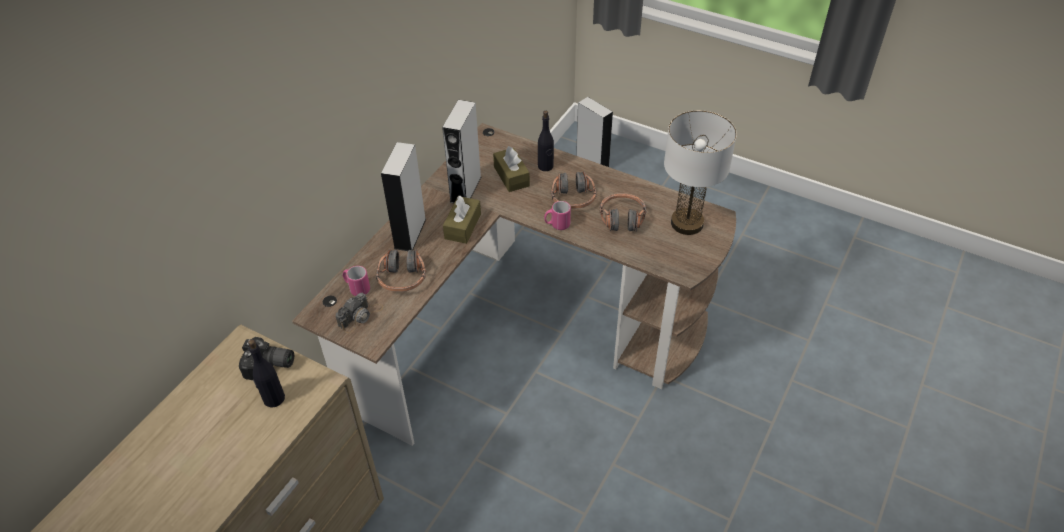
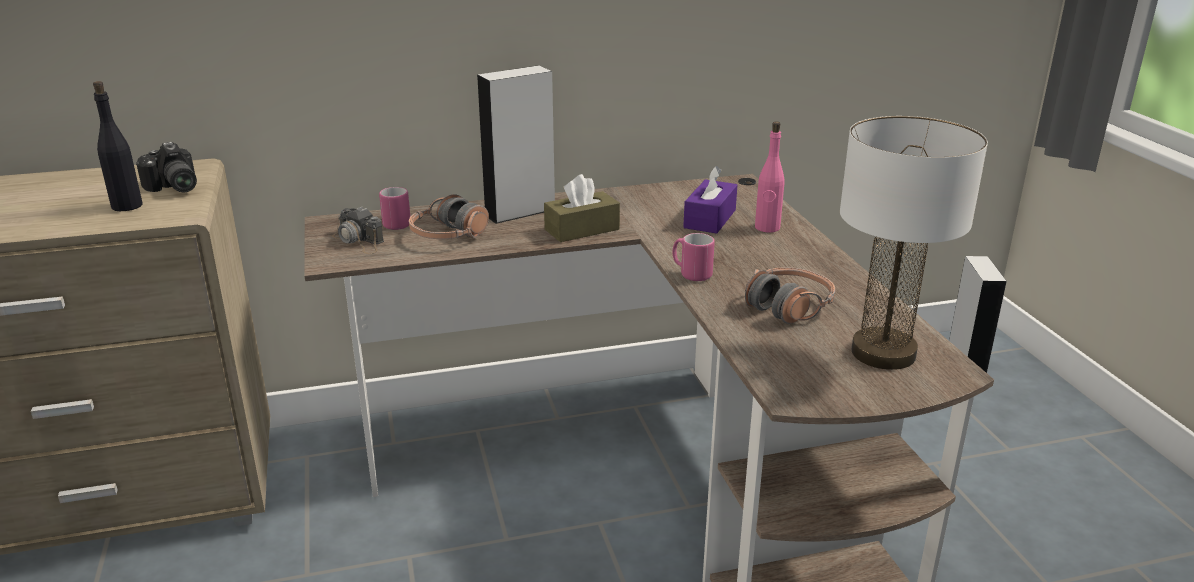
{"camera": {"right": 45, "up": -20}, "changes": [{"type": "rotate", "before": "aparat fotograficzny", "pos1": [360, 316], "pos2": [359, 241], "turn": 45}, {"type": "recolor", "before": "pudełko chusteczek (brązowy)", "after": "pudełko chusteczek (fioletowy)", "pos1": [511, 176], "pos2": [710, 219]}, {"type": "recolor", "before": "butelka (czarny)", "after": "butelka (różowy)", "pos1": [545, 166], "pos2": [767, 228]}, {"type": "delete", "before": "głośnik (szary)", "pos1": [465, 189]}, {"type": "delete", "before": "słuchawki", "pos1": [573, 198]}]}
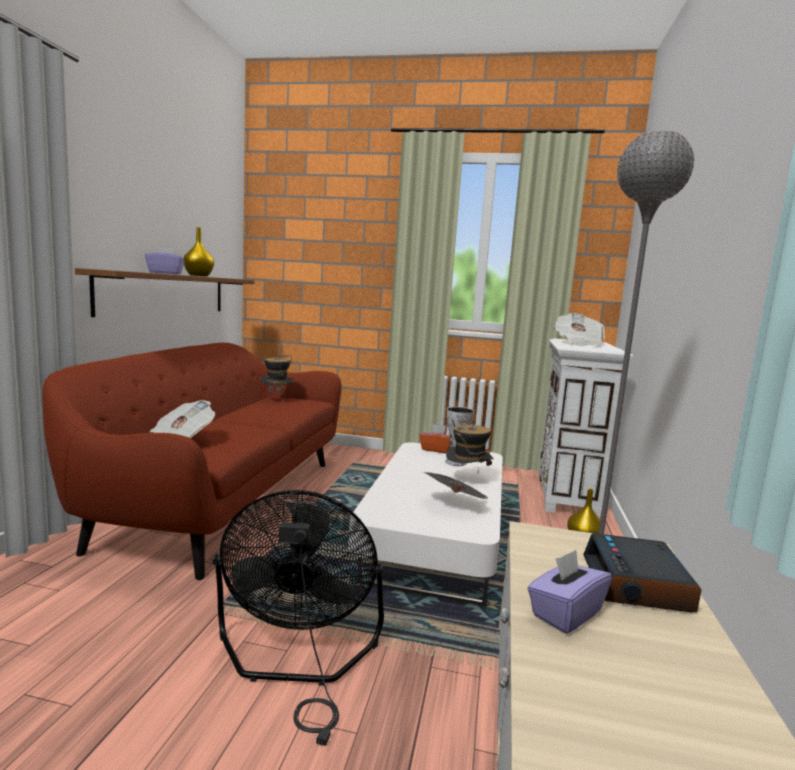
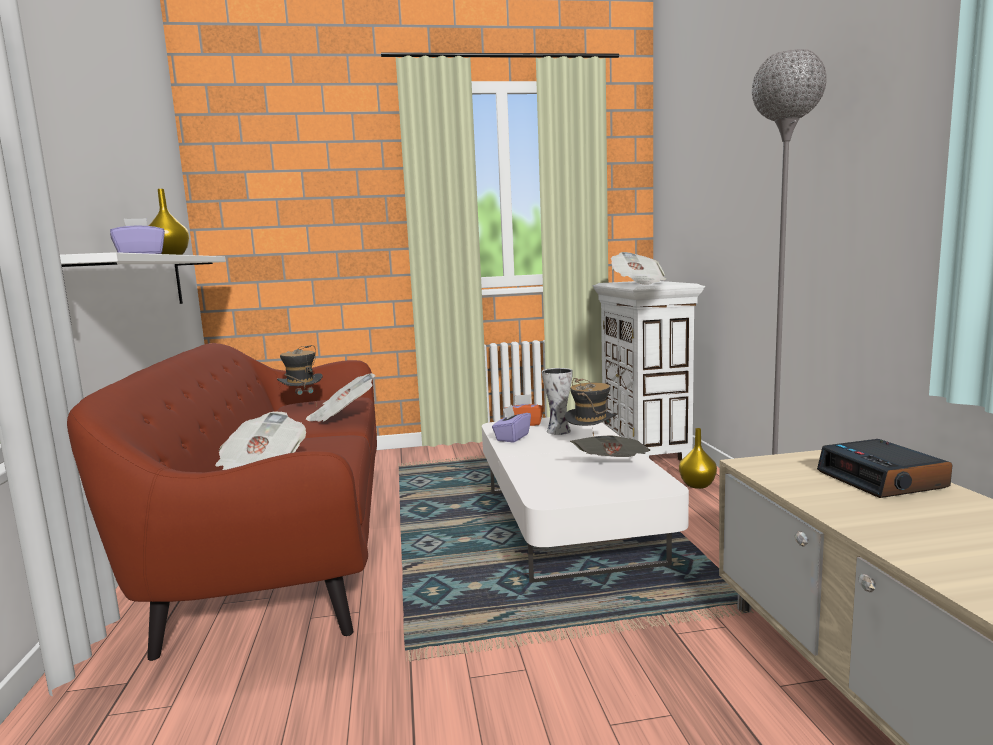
{"camera": {"right": -20, "up": 0}, "changes": [{"type": "recolor", "before": "półka (brązowy)", "after": "półka (biały)", "pos1": [166, 294], "pos2": [131, 285]}, {"type": "insert", "after": "gazeta", "pos2": [342, 416]}, {"type": "move", "before": "pudełko chusteczek (fioletowy)", "pos1": [565, 613], "pos2": [512, 437]}, {"type": "delete", "before": "wentylator (czarny)", "pos1": [298, 664]}]}
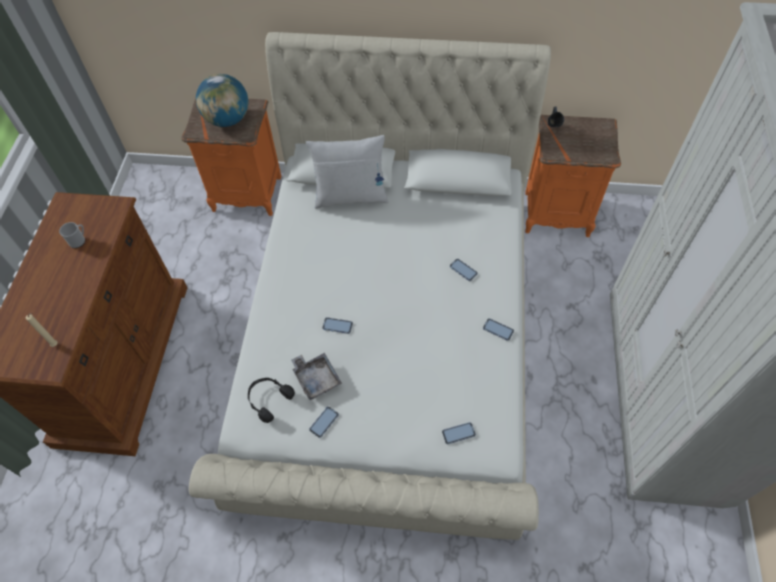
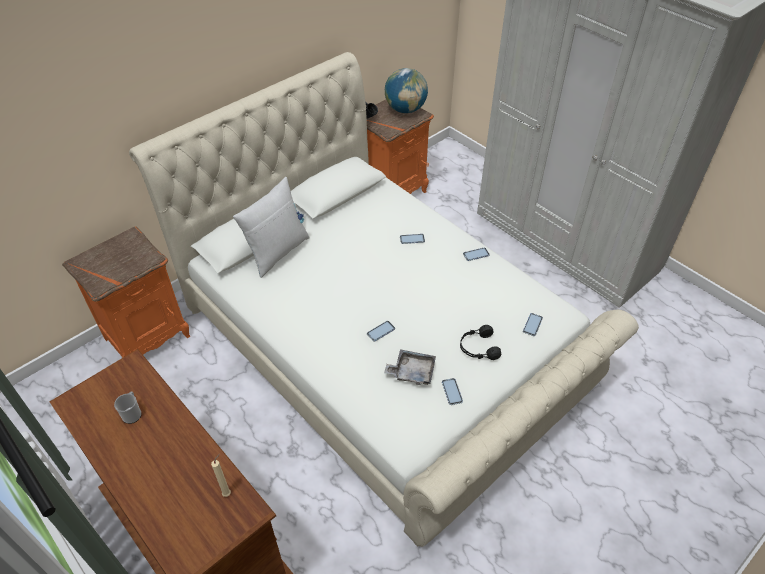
{"camera": {"right": -50, "up": -10}, "changes": [{"type": "move", "before": "globus", "pos1": [228, 119], "pos2": [405, 109]}, {"type": "move", "before": "słuchawki (czarny)", "pos1": [268, 399], "pos2": [478, 348]}]}
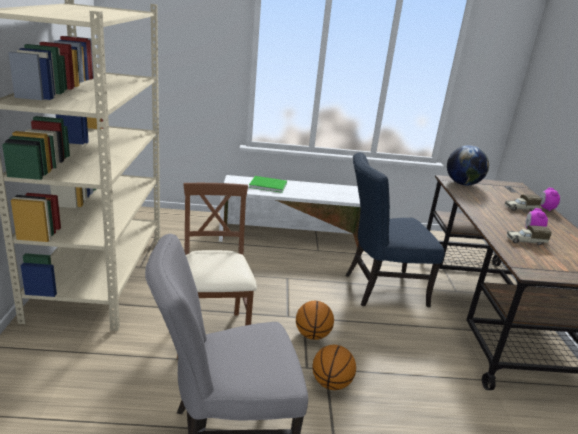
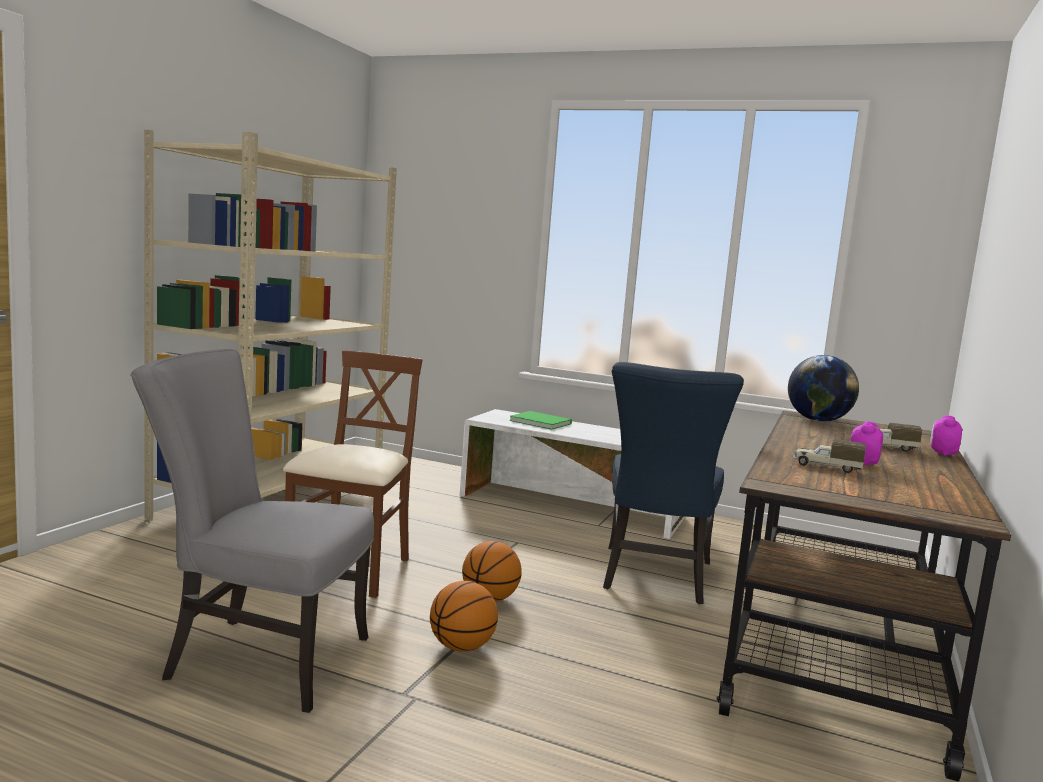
{"camera": {"right": 25, "up": -15}, "changes": [{"type": "rotate", "before": "krzesło (niebieski)", "pos1": [380, 289], "pos2": [655, 577], "turn": -90}]}
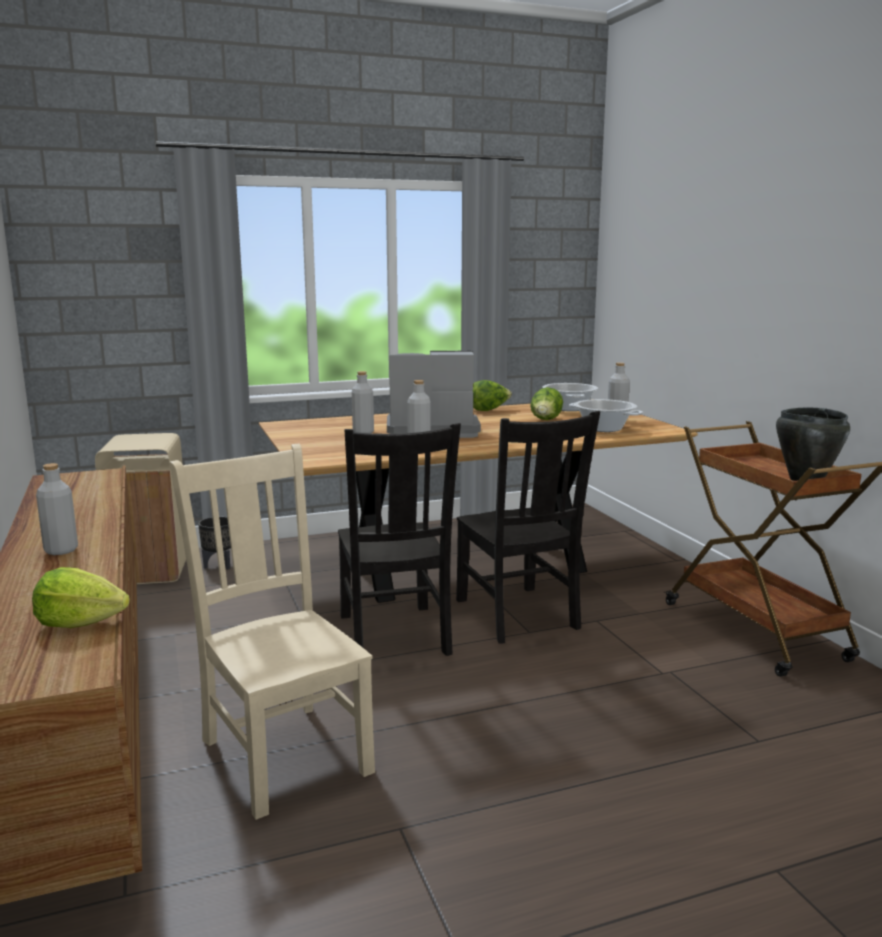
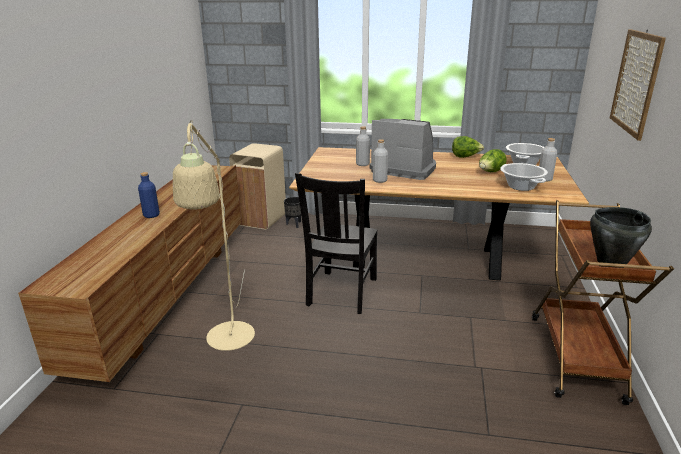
{"camera": {"right": 30, "up": 10}, "changes": [{"type": "recolor", "before": "butelka (szary)", "after": "butelka (niebieski)", "pos1": [61, 550], "pos2": [151, 215]}, {"type": "replace", "before": "krzesło (beżowy)", "after": "lampa stojąca (beżowy)", "pos1": [283, 753], "pos2": [229, 343]}, {"type": "insert", "after": "obraz", "pos2": [636, 80]}, {"type": "delete", "before": "sałata", "pos1": [80, 623]}, {"type": "delete", "before": "krzesło (czarny)", "pos1": [518, 616]}]}
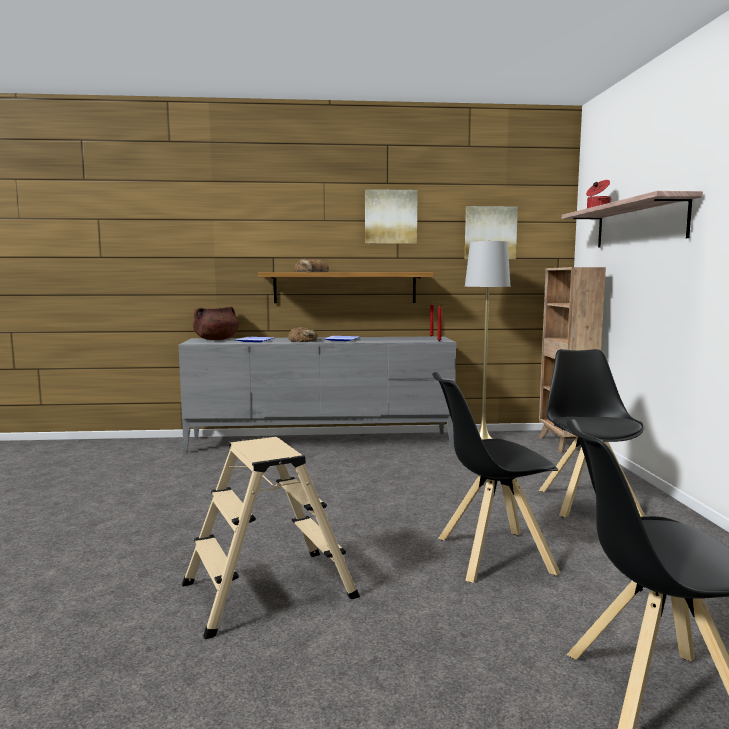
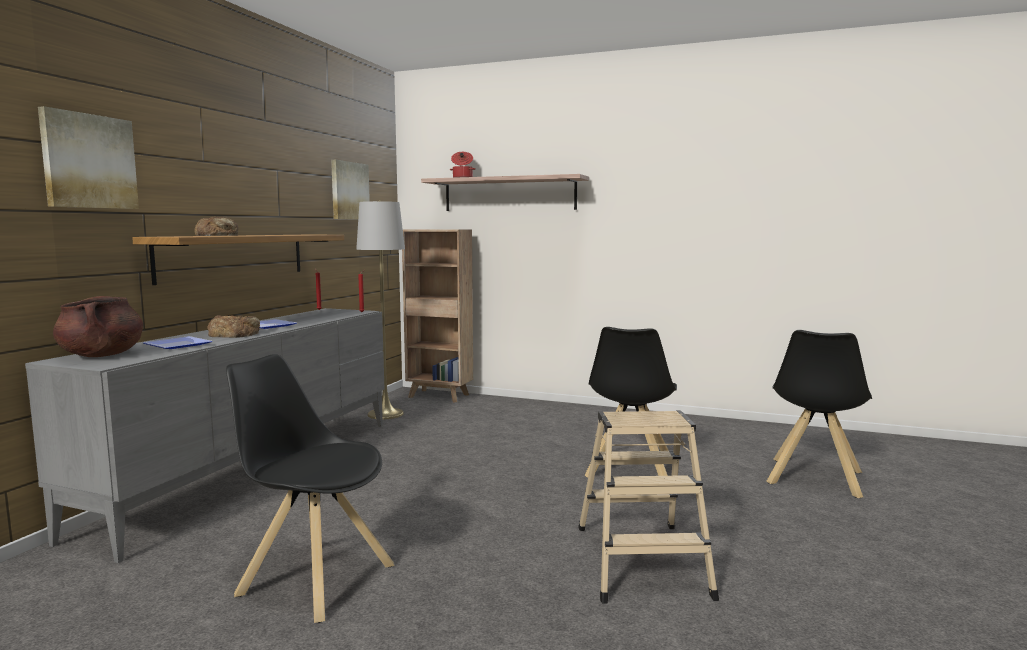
{"camera": {"right": -65, "up": 0}, "changes": [{"type": "move", "before": "obraz", "pos1": [390, 217], "pos2": [88, 161]}, {"type": "move", "before": "krzesło (czarny)", "pos1": [587, 501], "pos2": [314, 578]}]}
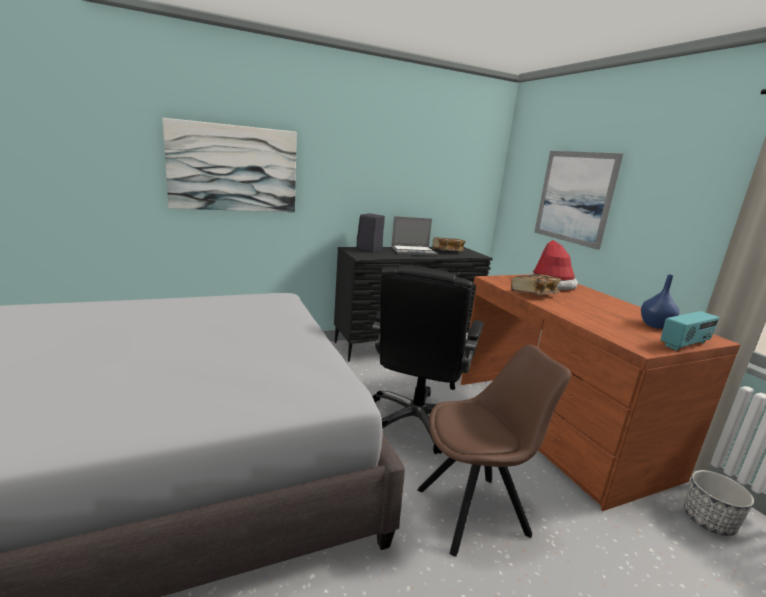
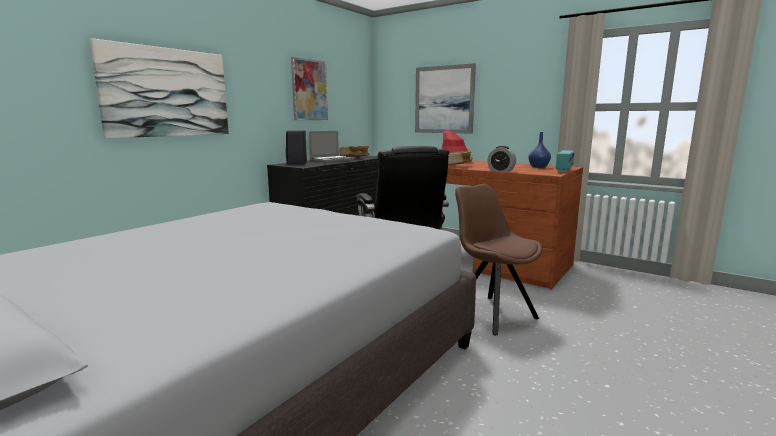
{"camera": {"right": -30, "up": -5}, "changes": [{"type": "insert", "after": "obraz", "pos2": [309, 90]}, {"type": "rotate", "before": "krzesło (brązowy)", "pos1": [473, 512], "pos2": [492, 314], "turn": -75}, {"type": "insert", "after": "budzik", "pos2": [501, 170]}, {"type": "delete", "before": "donica", "pos1": [708, 520]}]}
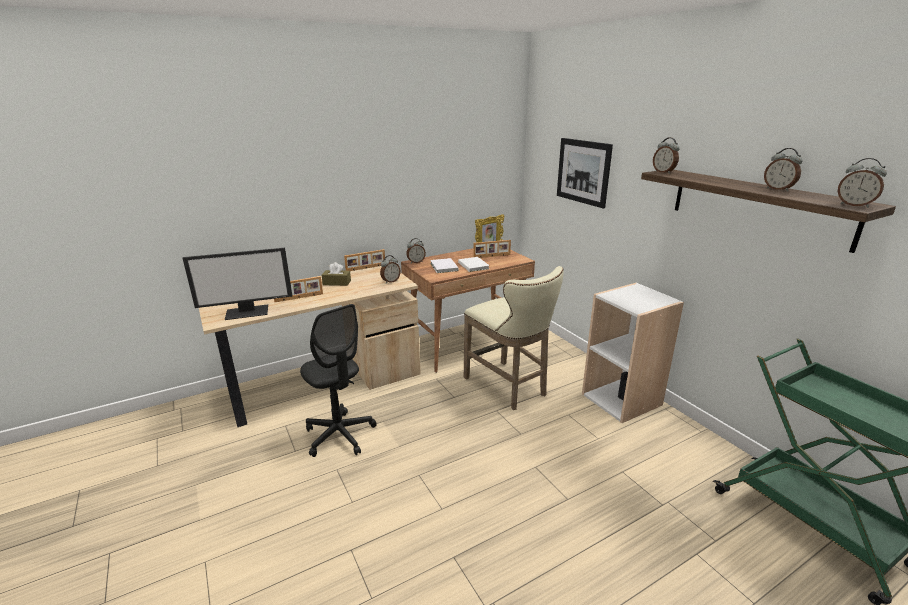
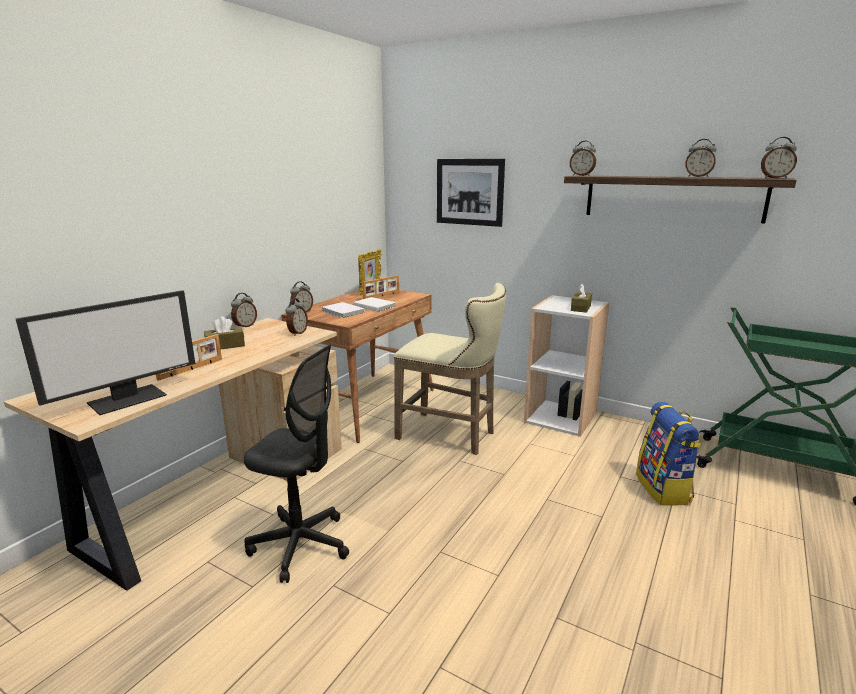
{"camera": {"right": -30, "up": -5}, "changes": [{"type": "replace", "before": "ramka na zdjęcie", "after": "budzik", "pos1": [366, 268], "pos2": [245, 326]}, {"type": "insert", "after": "pudełko chusteczek (brązowy)", "pos2": [580, 308]}, {"type": "insert", "after": "plecak", "pos2": [664, 489]}]}
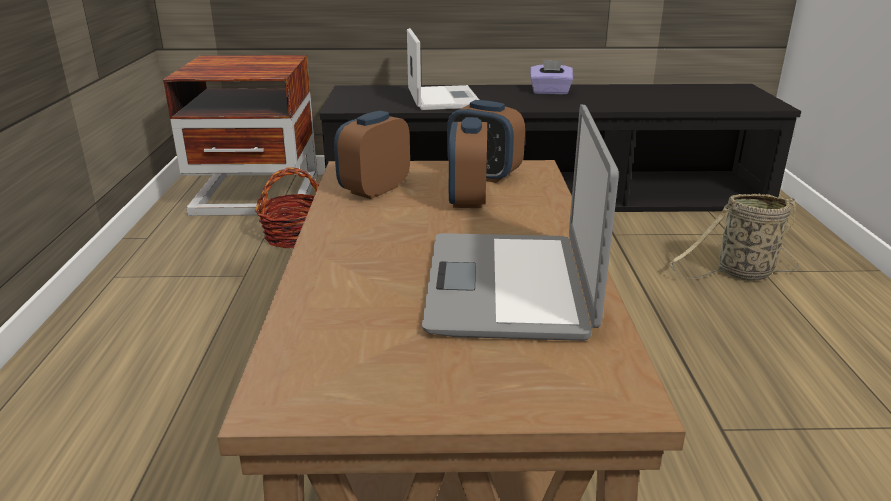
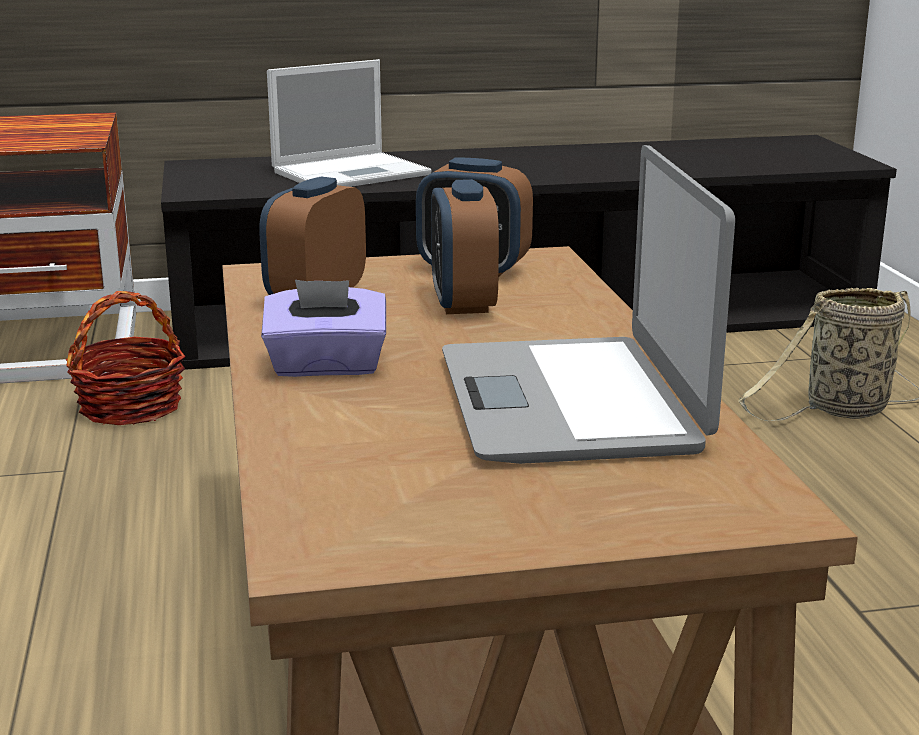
{"camera": {"right": -10, "up": -5}, "changes": [{"type": "move", "before": "pudełko chusteczek (fioletowy)", "pos1": [550, 92], "pos2": [326, 367]}, {"type": "rotate", "before": "laptop", "pos1": [442, 98], "pos2": [353, 173], "turn": 75}]}
